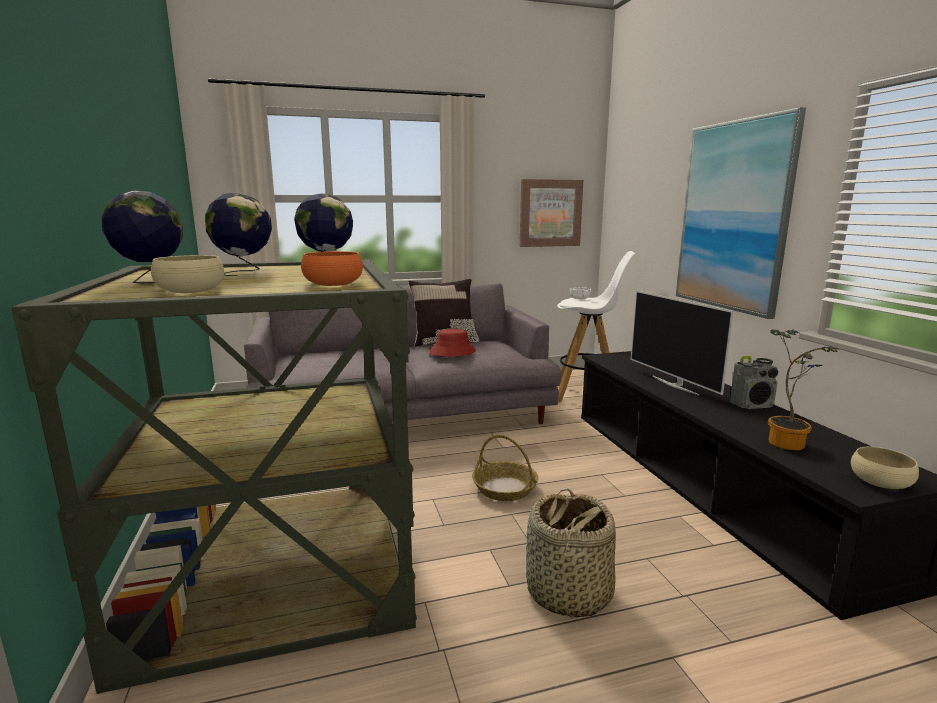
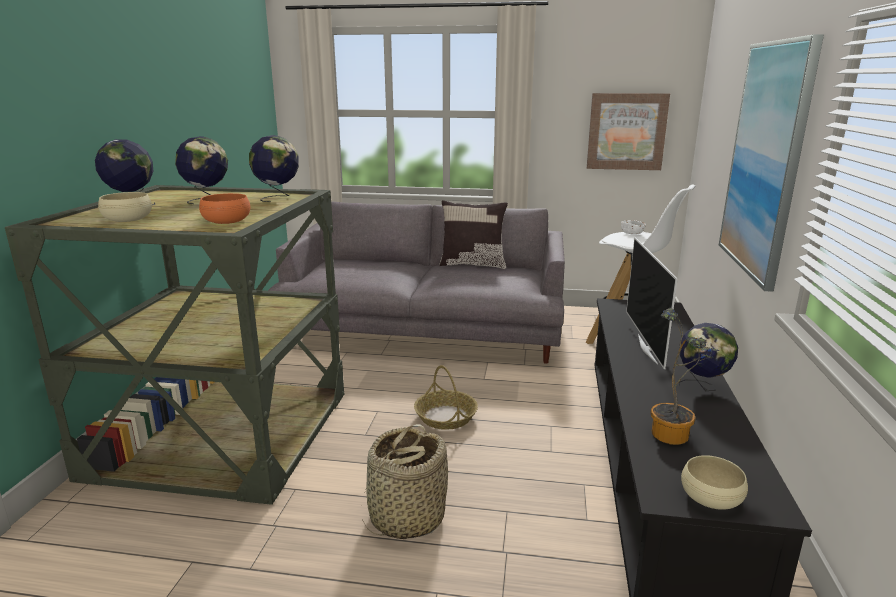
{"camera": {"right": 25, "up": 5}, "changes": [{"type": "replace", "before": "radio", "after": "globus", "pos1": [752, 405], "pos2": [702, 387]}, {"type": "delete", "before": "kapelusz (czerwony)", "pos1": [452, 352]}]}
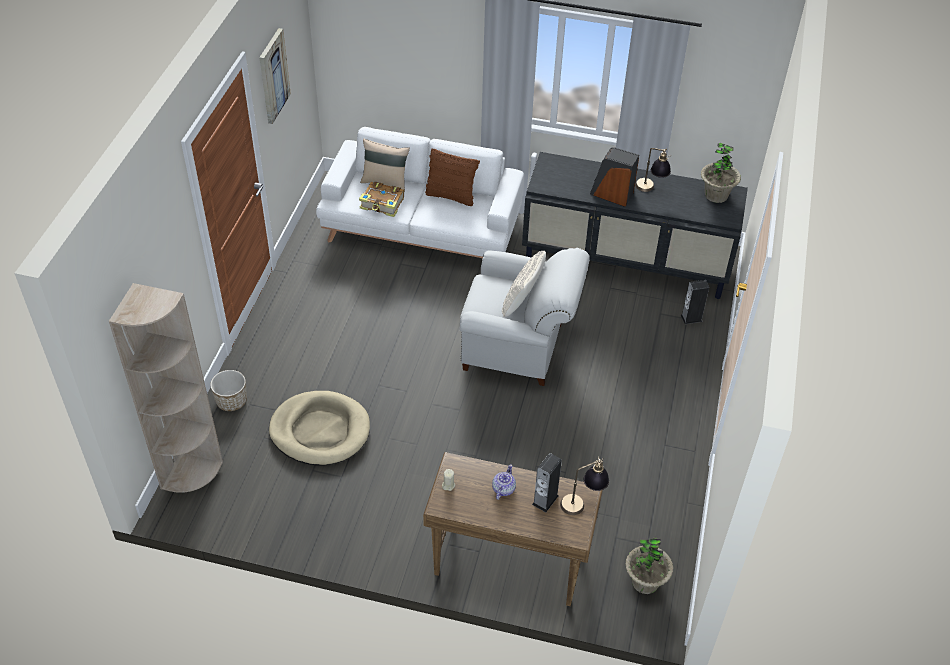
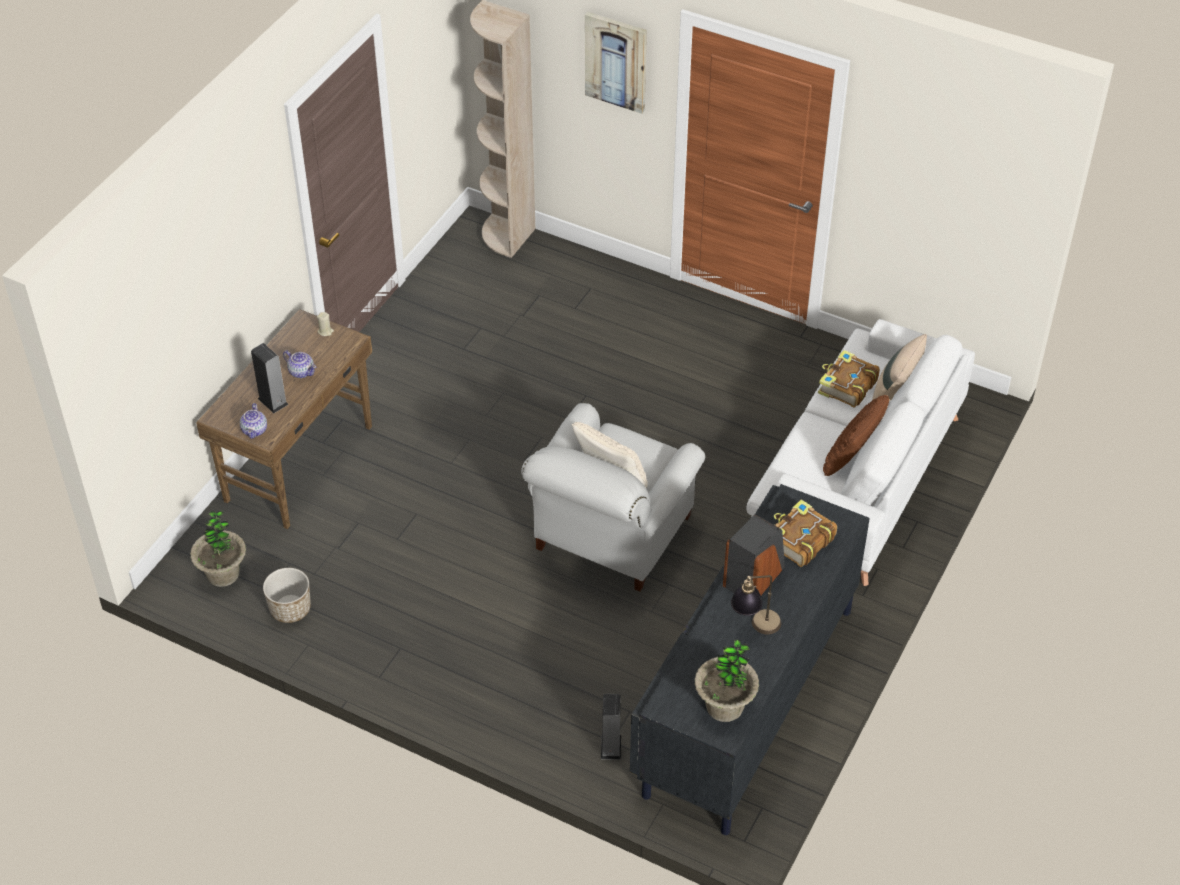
{"camera": {"right": 105, "up": 0}, "changes": [{"type": "replace", "before": "lampa stołowa", "after": "imbryk", "pos1": [582, 503], "pos2": [255, 430]}, {"type": "move", "before": "donica", "pos1": [231, 401], "pos2": [290, 609]}, {"type": "move", "before": "obraz", "pos1": [273, 76], "pos2": [616, 61]}, {"type": "insert", "after": "książka", "pos2": [798, 541]}, {"type": "delete", "before": "legowisko (beżowy)", "pos1": [320, 431]}]}
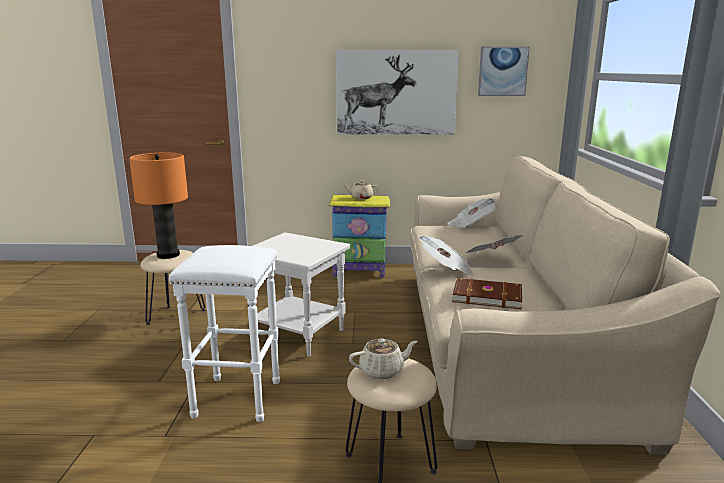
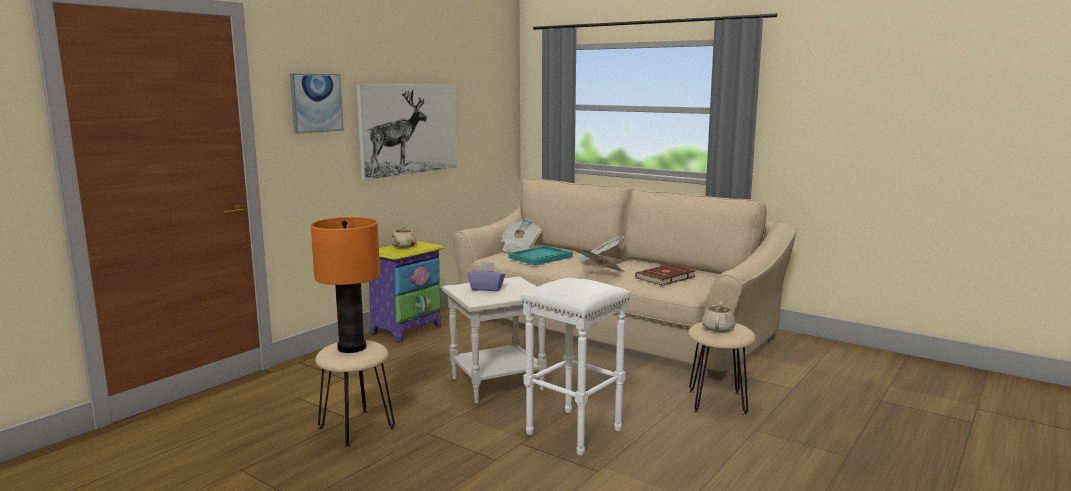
{"camera": {"right": -55, "up": -5}, "changes": [{"type": "move", "before": "obraz", "pos1": [502, 71], "pos2": [316, 103]}, {"type": "insert", "after": "pudełko chusteczek (fioletowy)", "pos2": [486, 288]}, {"type": "insert", "after": "taca (turkusowy)", "pos2": [540, 257]}]}
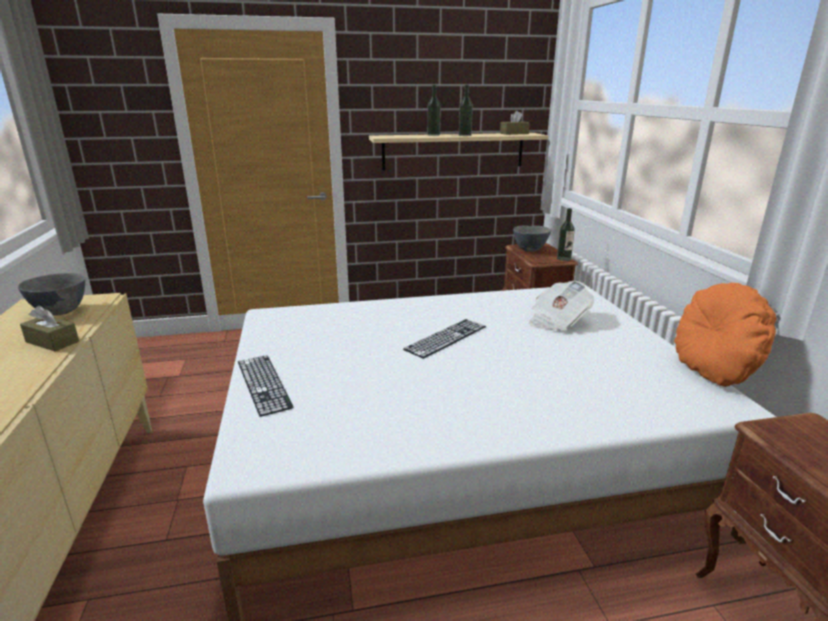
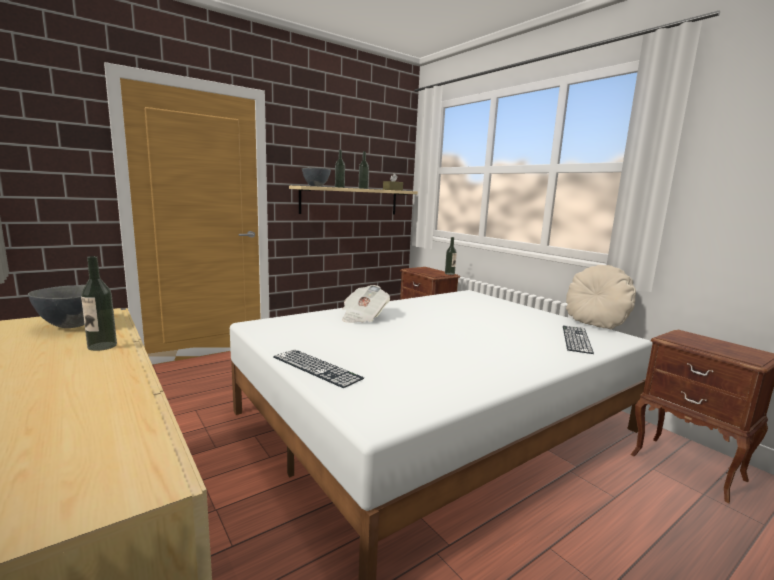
{"camera": {"right": -25, "up": -10}, "changes": [{"type": "replace", "before": "pudełko chusteczek (brązowy)", "after": "butelka", "pos1": [52, 342], "pos2": [102, 346]}, {"type": "move", "before": "miska (szary)", "pos1": [529, 250], "pos2": [316, 186]}, {"type": "move", "before": "gazeta", "pos1": [557, 321], "pos2": [363, 317]}, {"type": "move", "before": "klawiatura", "pos1": [446, 338], "pos2": [576, 339]}, {"type": "recolor", "before": "poduszka (pomarańczowy)", "after": "poduszka (beżowy)", "pos1": [712, 373], "pos2": [595, 324]}]}
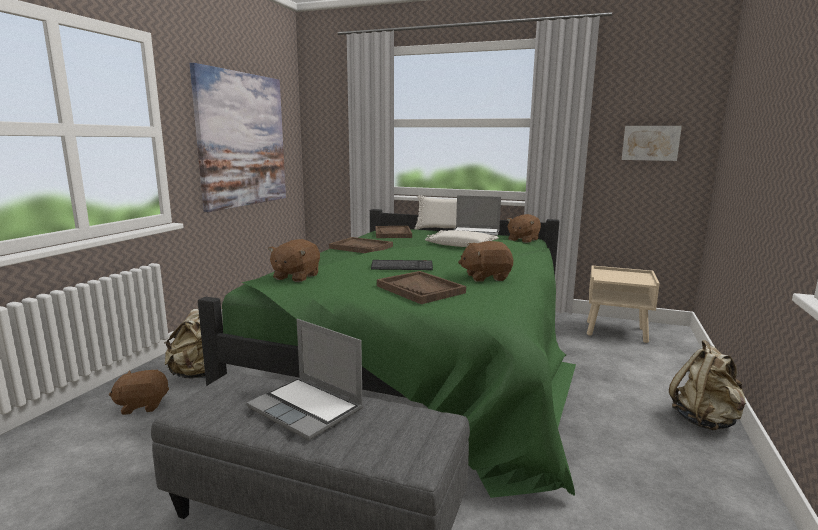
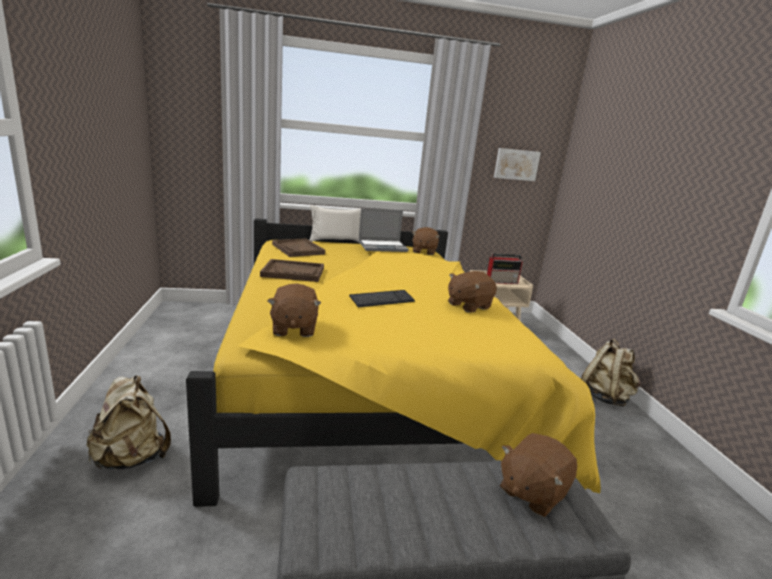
{"camera": {"right": -30, "up": 5}, "changes": [{"type": "recolor", "before": "łóżko (zielony)", "after": "łóżko (żółty)", "pos1": [425, 359], "pos2": [371, 381]}, {"type": "insert", "after": "radio", "pos2": [502, 282]}, {"type": "move", "before": "pluszak (brązowy)", "pos1": [143, 405], "pos2": [532, 492]}, {"type": "delete", "before": "obraz", "pos1": [242, 140]}, {"type": "delete", "before": "laptop", "pos1": [307, 409]}, {"type": "delete", "before": "taca (brązowy)", "pos1": [420, 289]}, {"type": "delete", "before": "poduszka (biały)", "pos1": [461, 244]}]}
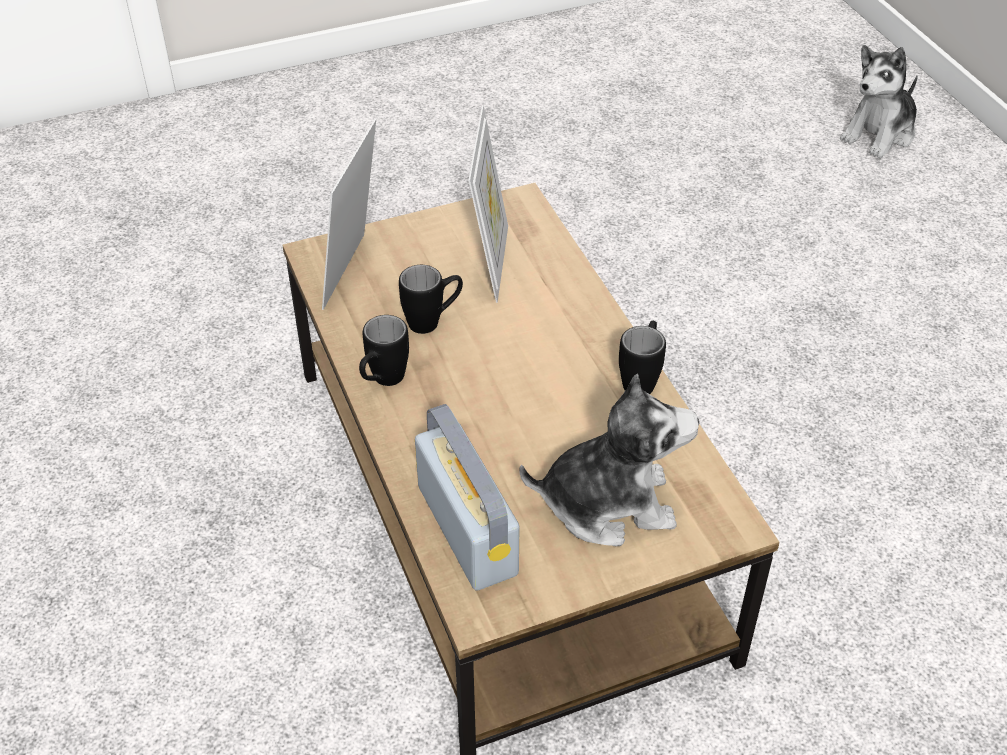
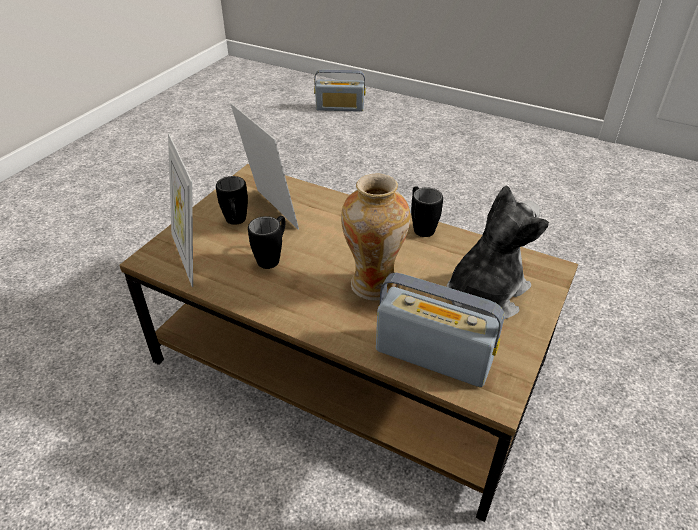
{"camera": {"right": -40, "up": -5}, "changes": [{"type": "move", "before": "kubek (czarny)", "pos1": [383, 382], "pos2": [236, 223]}, {"type": "replace", "before": "pluszak", "after": "radio", "pos1": [879, 134], "pos2": [340, 108]}, {"type": "insert", "after": "wazon", "pos2": [373, 284]}]}
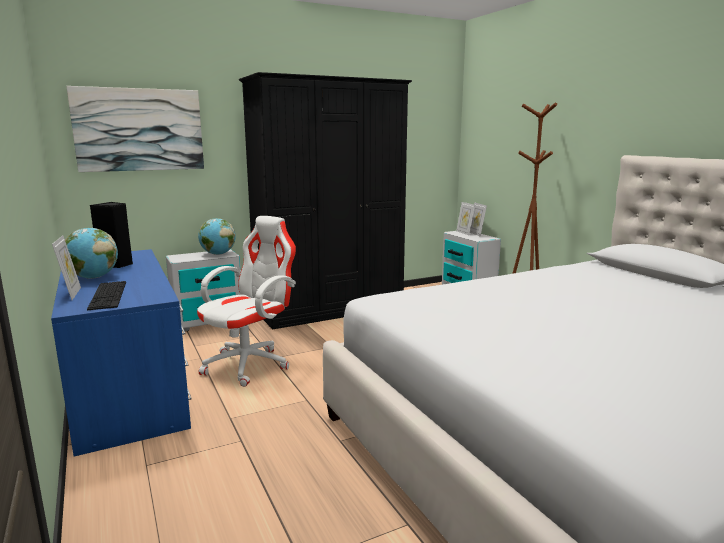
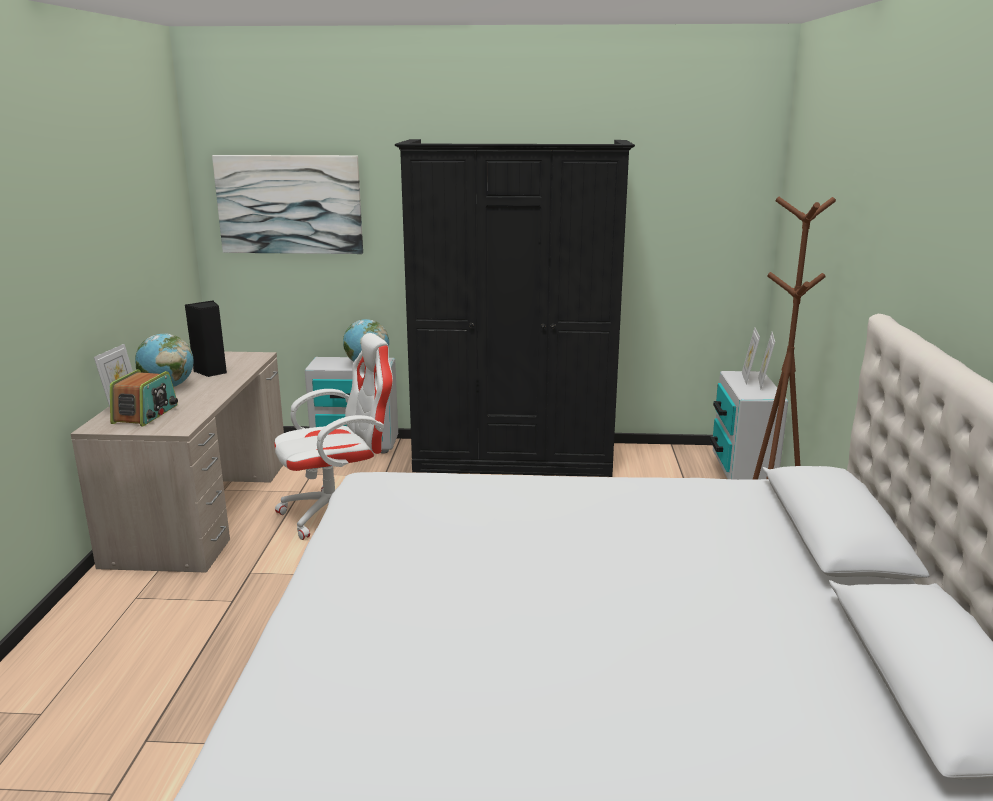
{"camera": {"right": 30, "up": 5}, "changes": [{"type": "recolor", "before": "biurko (niebieski)", "after": "biurko (beżowy)", "pos1": [128, 386], "pos2": [204, 507]}, {"type": "replace", "before": "klawiatura", "after": "radio", "pos1": [108, 295], "pos2": [146, 414]}]}
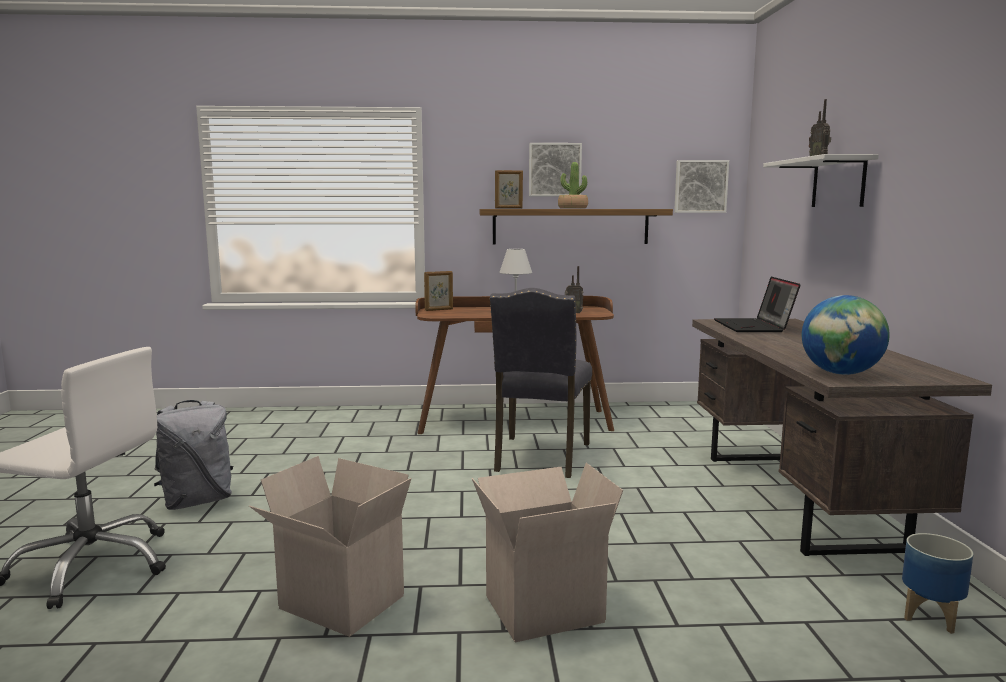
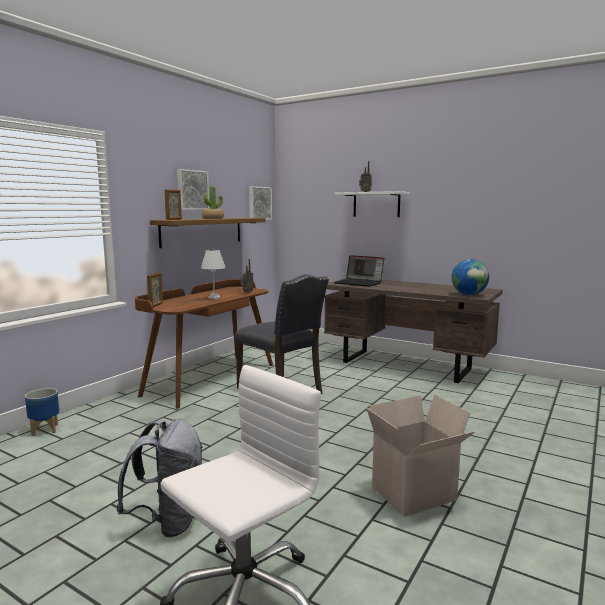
{"camera": {"right": -55, "up": 0}, "changes": [{"type": "move", "before": "donica", "pos1": [930, 616], "pos2": [45, 430]}, {"type": "delete", "before": "karton", "pos1": [544, 607]}]}
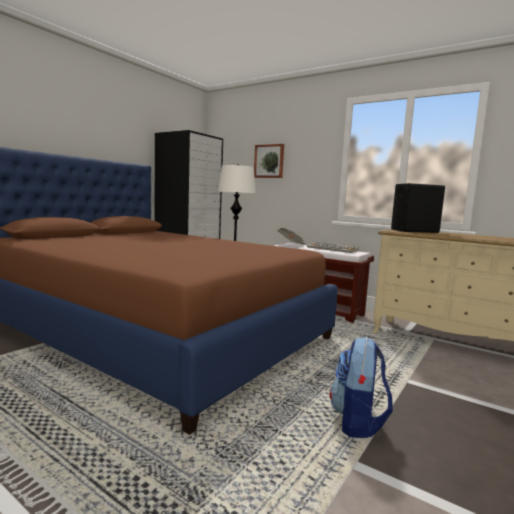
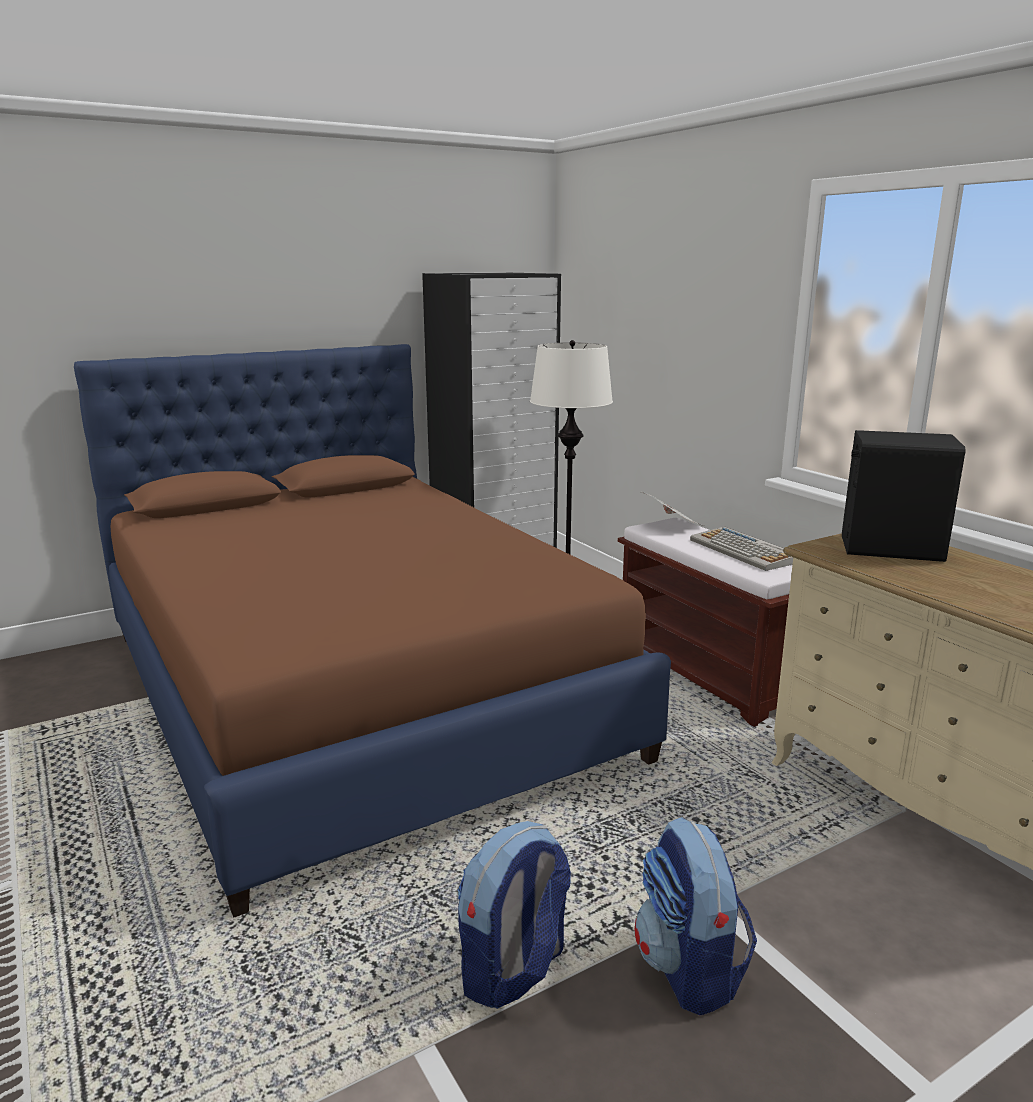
{"camera": {"right": 25, "up": 10}, "changes": [{"type": "insert", "after": "plecak", "pos2": [689, 969]}, {"type": "delete", "before": "obraz", "pos1": [269, 161]}]}
